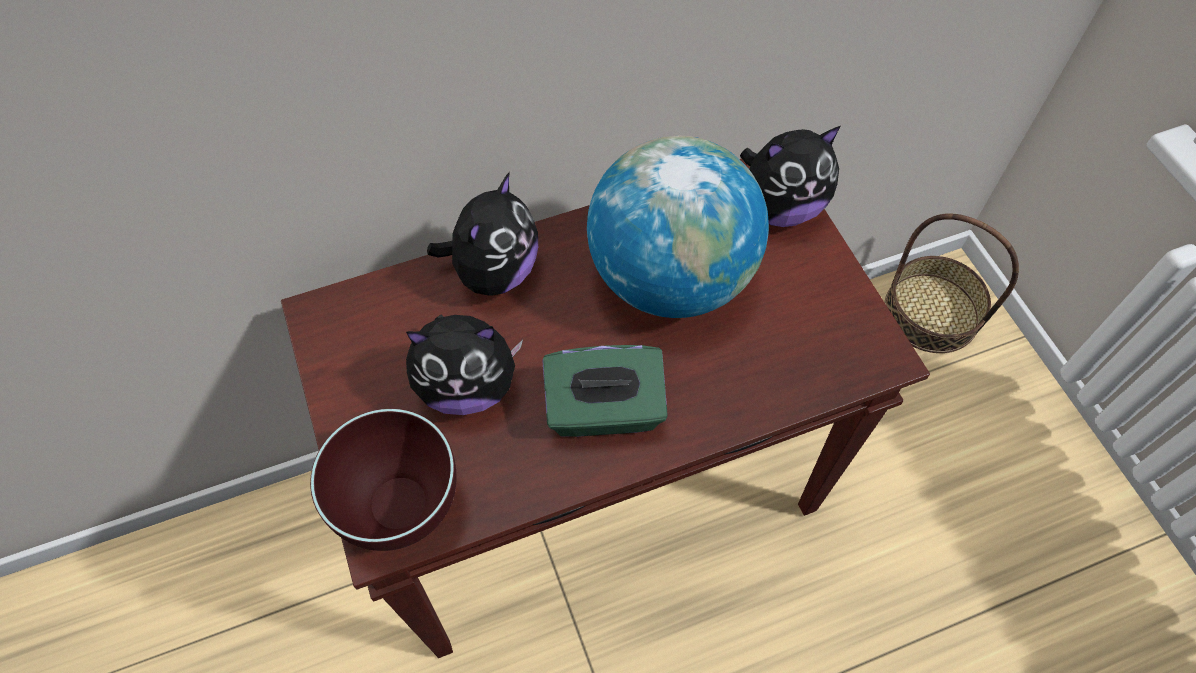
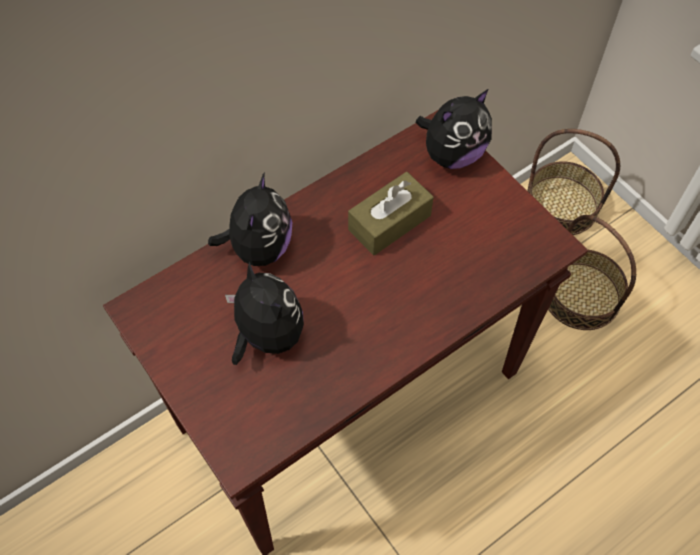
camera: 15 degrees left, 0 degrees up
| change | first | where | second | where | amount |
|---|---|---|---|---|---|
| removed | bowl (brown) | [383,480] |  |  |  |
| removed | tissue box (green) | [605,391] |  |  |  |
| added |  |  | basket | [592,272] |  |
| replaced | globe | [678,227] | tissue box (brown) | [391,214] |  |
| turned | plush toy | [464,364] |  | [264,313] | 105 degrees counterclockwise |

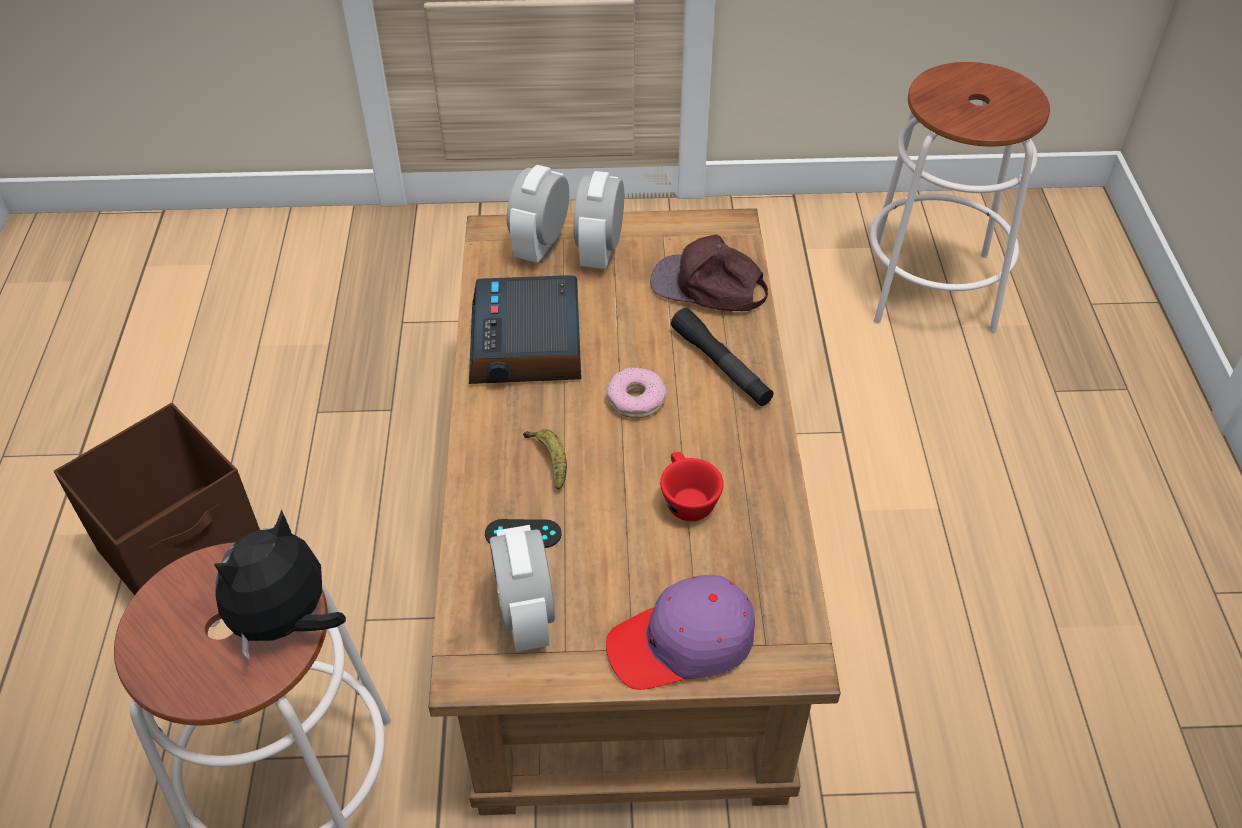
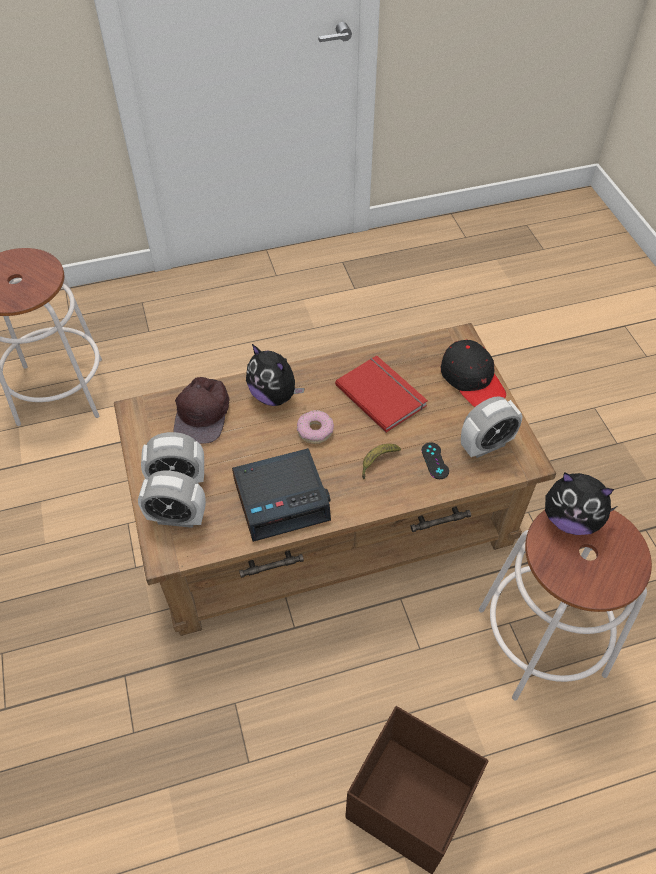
camera: 105 degrees left, 5 degrees up
| change | first | where | second | where | amount |
|---|---|---|---|---|---|
| replaced | cup (red) | [692,486] | book (red) | [381,394] |  |
| replaced | flashlight (black) | [722,357] | plush toy | [275,375] |  |
| recoloured | cap (purple) | [680,632] | cap (black) | [473,373] |  |

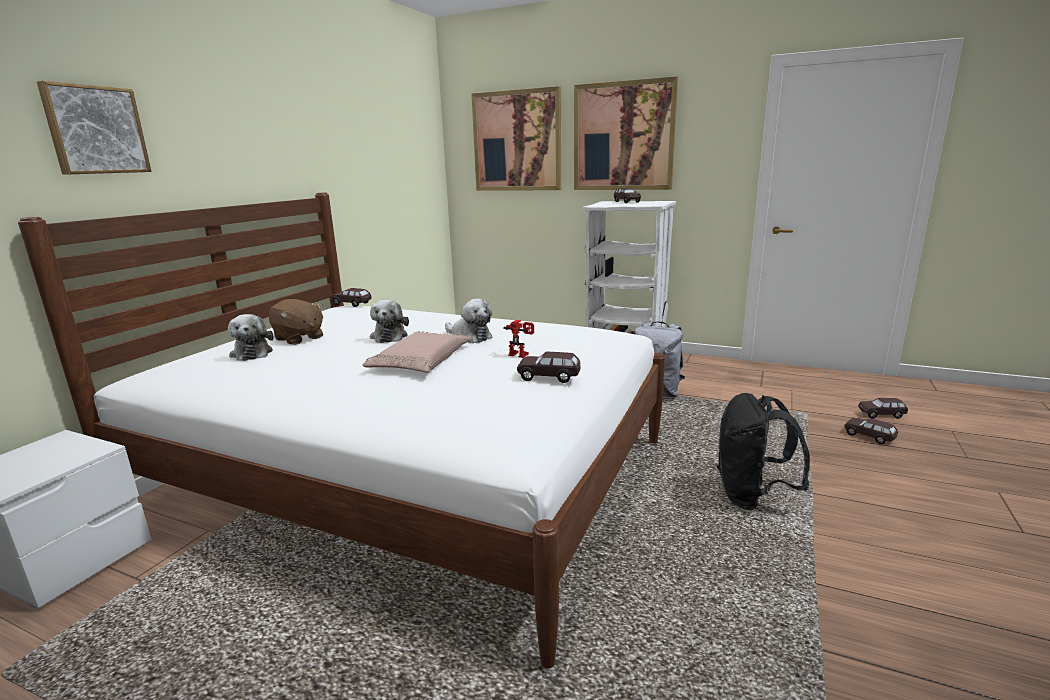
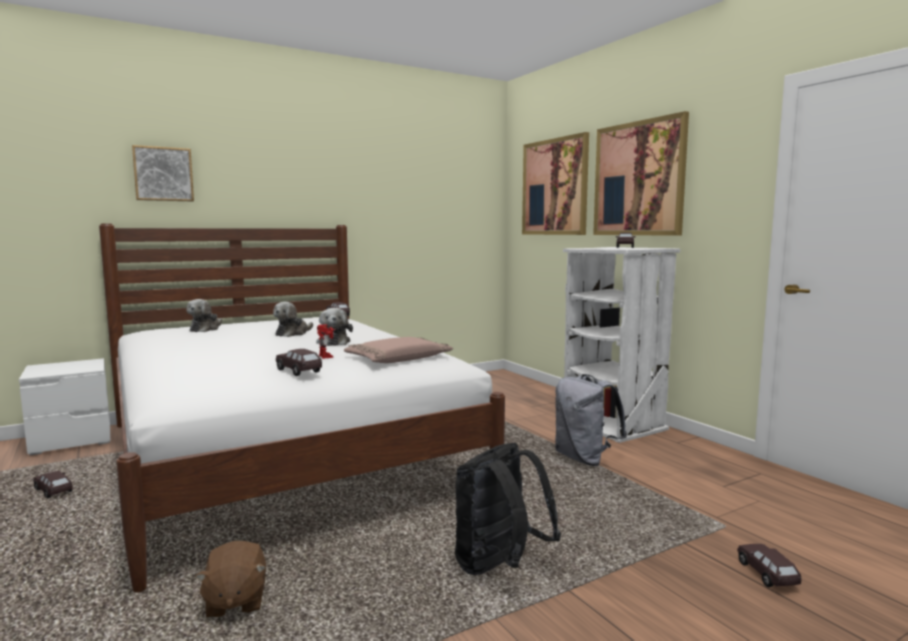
camera: 35 degrees right, 10 degrees down
| change | first | where | second | where | amount |
|---|---|---|---|---|---|
| moved | plush toy (brown) | [296,322] |  | [230,579] |  |
| moved | pillow (beige) | [417,352] |  | [398,350] |  |
| moved | toy car (brown) | [883,408] |  | [52,484] |  |

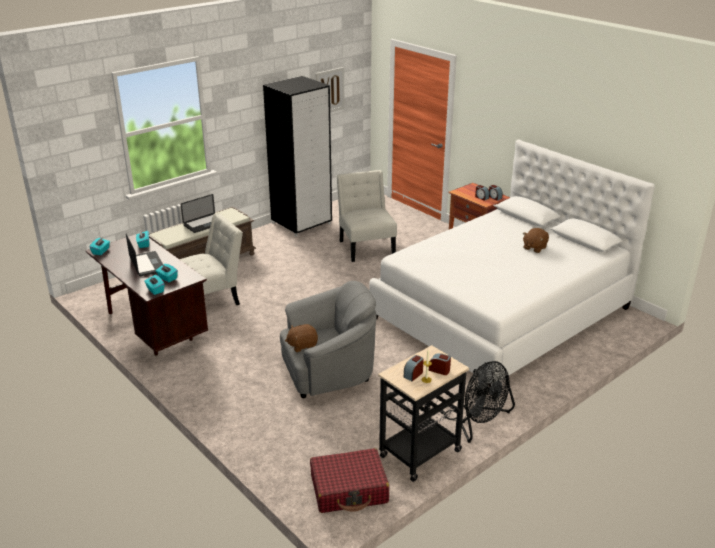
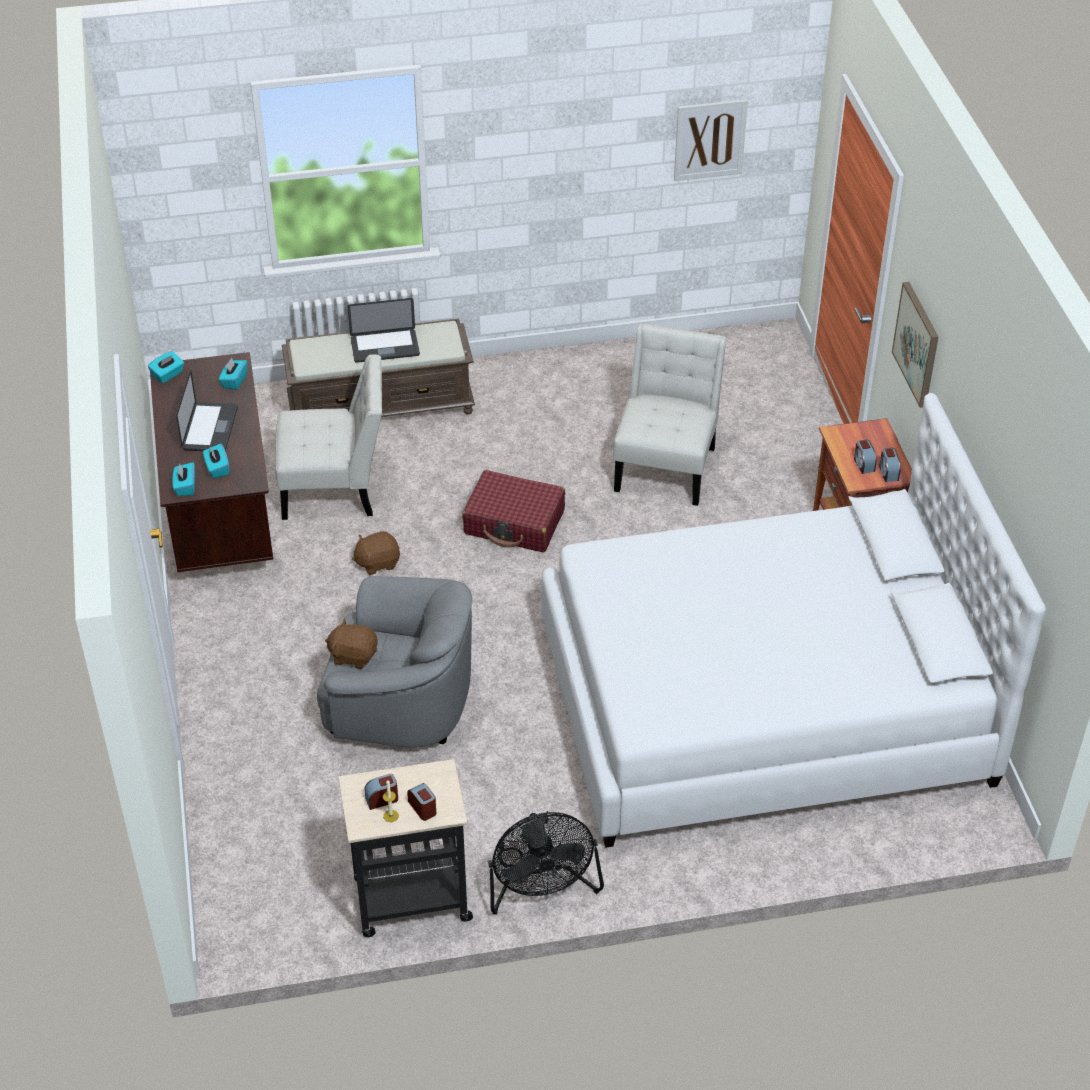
camera: 30 degrees right, 15 degrees up
| change | first | where | second | where | amount |
|---|---|---|---|---|---|
| removed | wardrobe | [297,156] |  |  |  |
| added |  |  | picture | [915,345] |  |
| moved | suitcase (red) | [349,480] |  | [513,511] |  |
| moved | plush toy (brown) | [536,240] |  | [376,553] |  |

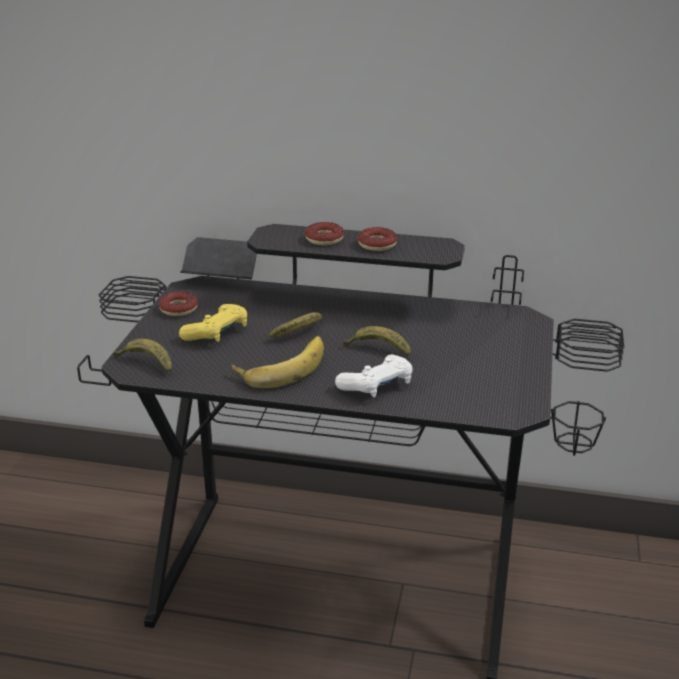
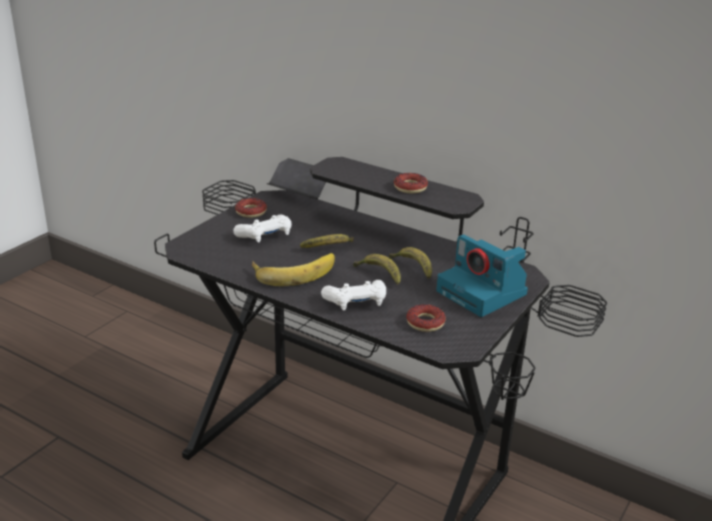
camera: 20 degrees right, 0 degrees up
| change | first | where | second | where | amount |
|---|---|---|---|---|---|
| added |  |  | photo camera | [482,275] |  |
| moved | banana | [142,355] |  | [410,263] |  |
| moved | donut | [324,233] |  | [426,318] |  |
| recoloured | game controller (yellow) | [213,323] | game controller (white) | [262,228] |  |

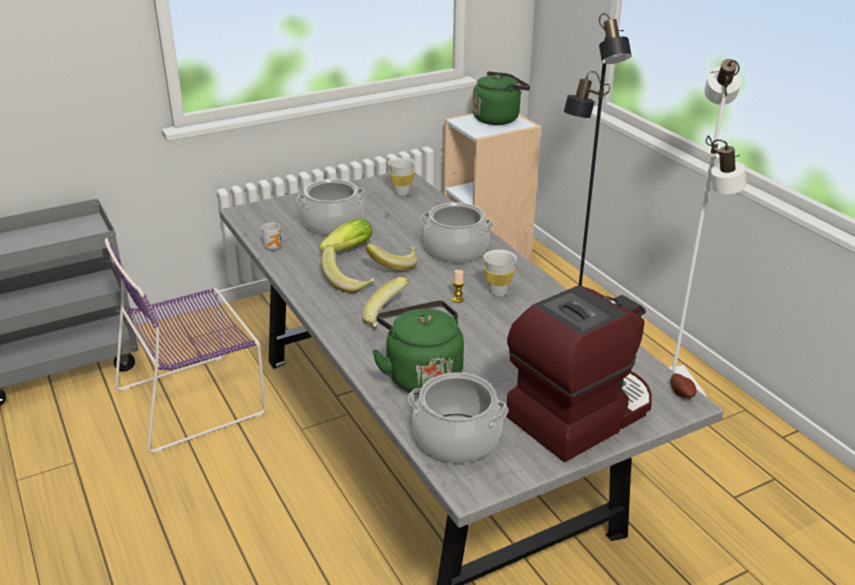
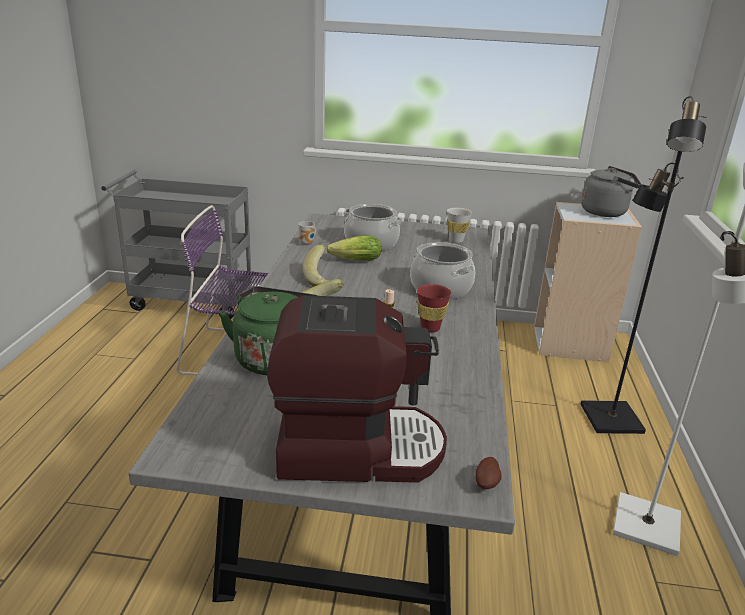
camera: 35 degrees right, 5 degrees down
| change | first | where | second | where | amount |
|---|---|---|---|---|---|
| removed | banana | [392,257] |  |  |  |
| removed | cooking pot | [458,417] |  |  |  |
| recoloured | kettle (green) | [501,98] | kettle (grey) | [611,191] |  |
| recoloured | cup (white) | [500,273] | cup (red) | [434,308] |  |

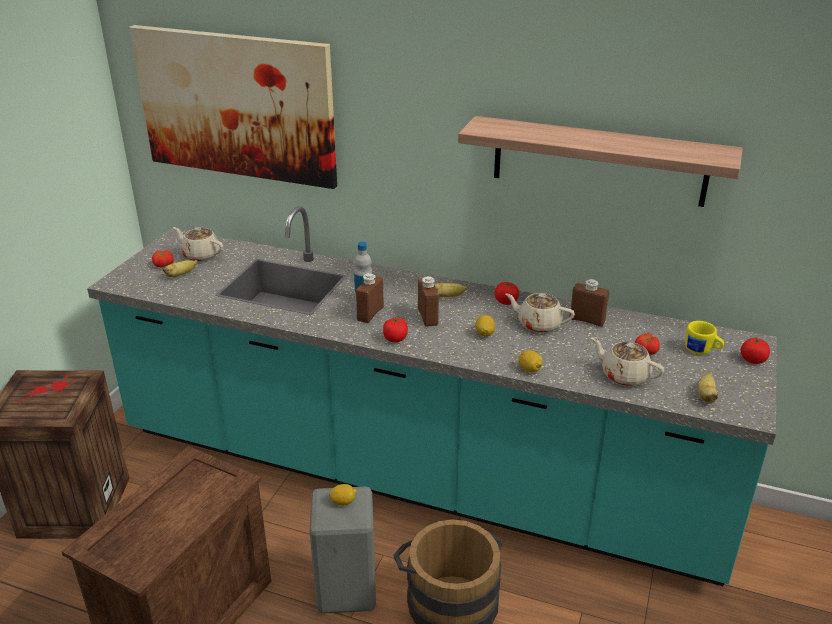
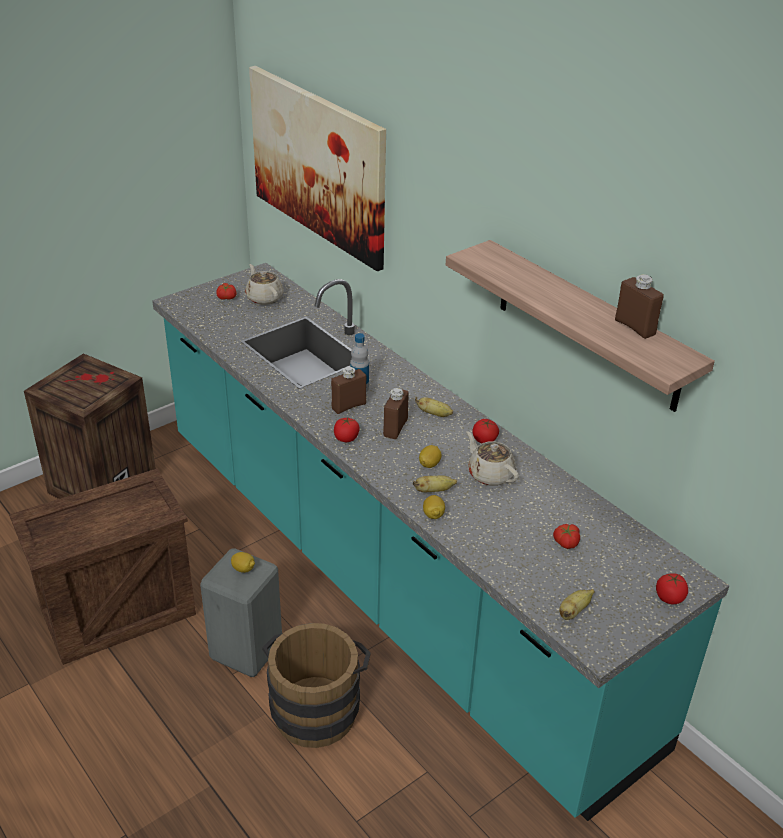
camera: 30 degrees right, 5 degrees up
| change | first | where | second | where | amount |
|---|---|---|---|---|---|
| removed | teapot (beige) | [627,361] |  |  |  |
| removed | mug (yellow) | [704,338] |  |  |  |
| moved | banana | [180,268] |  | [435,484] |  |
| moved | bottle (brown) | [589,303] |  | [639,306] |  |

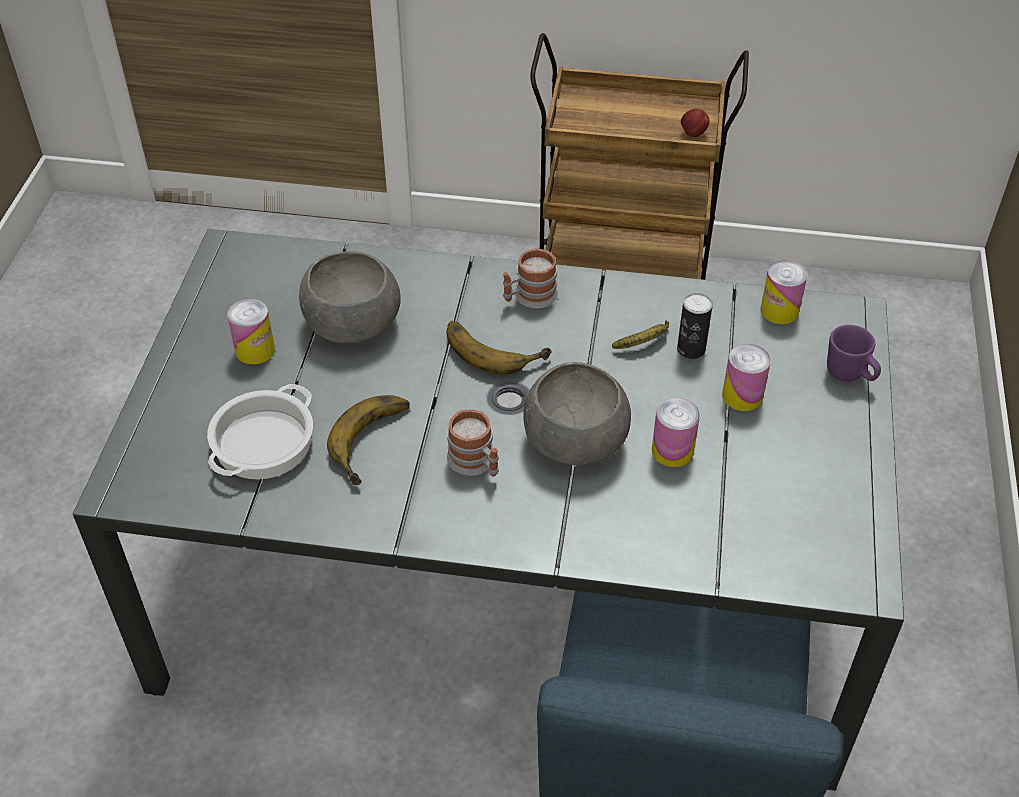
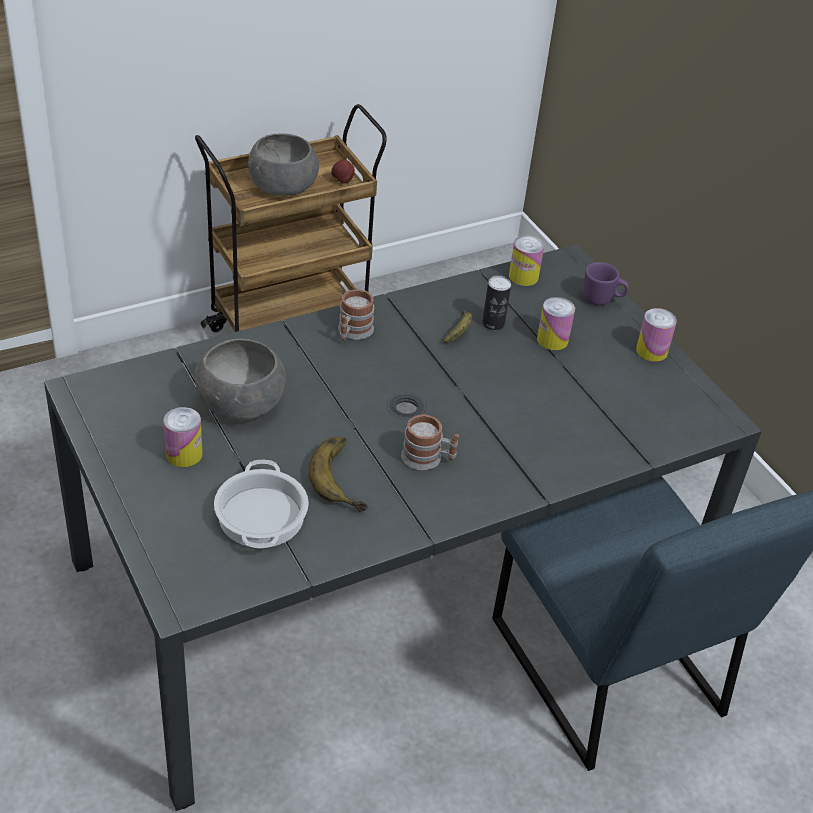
camera: 40 degrees left, 5 degrees down
| change | first | where | second | where | amount |
|---|---|---|---|---|---|
| removed | banana | [499,347] |  |  |  |
| moved | bowl (grey) | [577,413] |  | [283,164] |  |
| moved | can | [676,432] |  | [656,335] |  |

